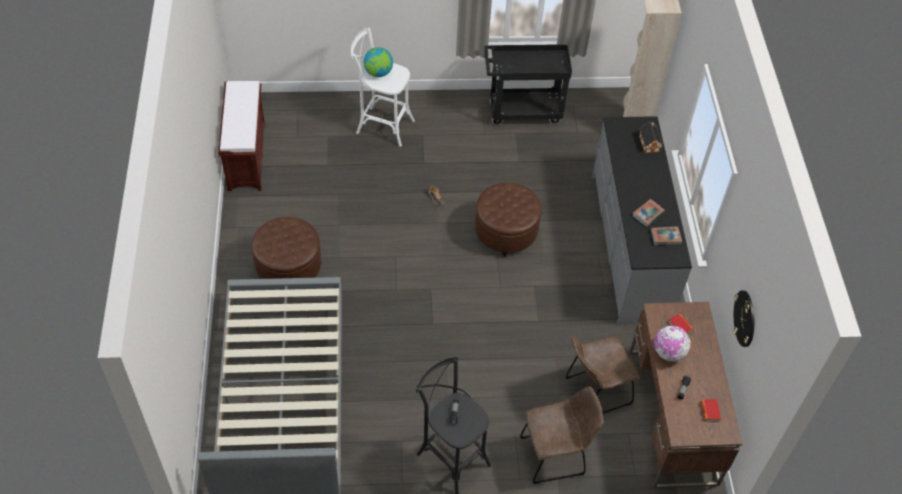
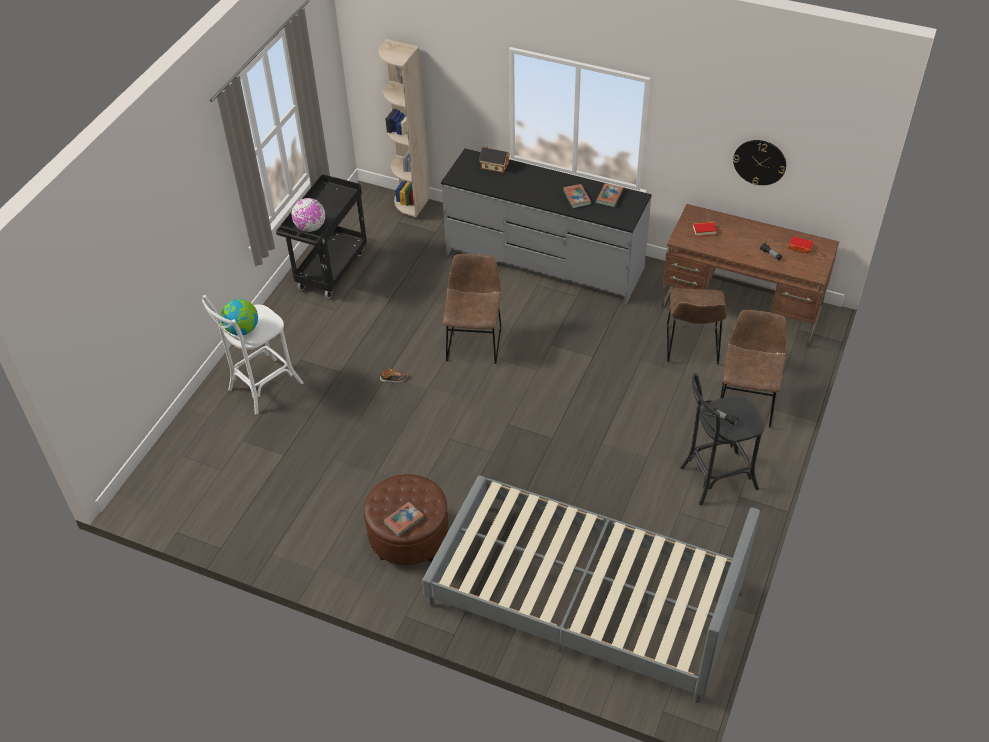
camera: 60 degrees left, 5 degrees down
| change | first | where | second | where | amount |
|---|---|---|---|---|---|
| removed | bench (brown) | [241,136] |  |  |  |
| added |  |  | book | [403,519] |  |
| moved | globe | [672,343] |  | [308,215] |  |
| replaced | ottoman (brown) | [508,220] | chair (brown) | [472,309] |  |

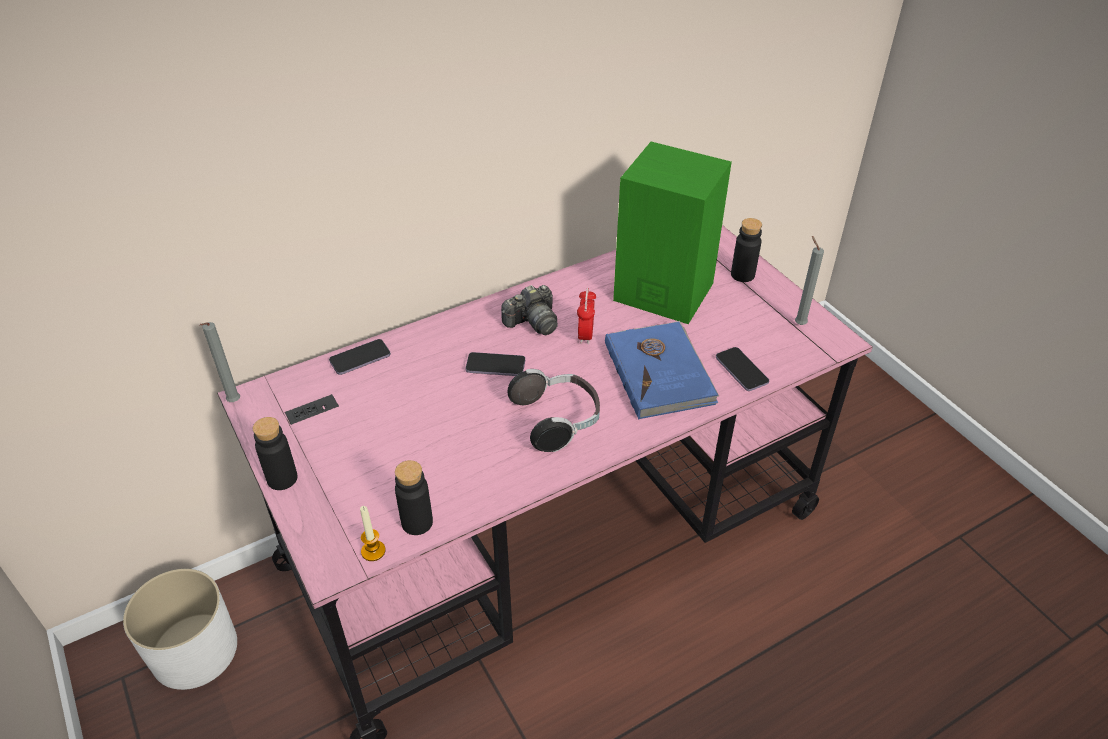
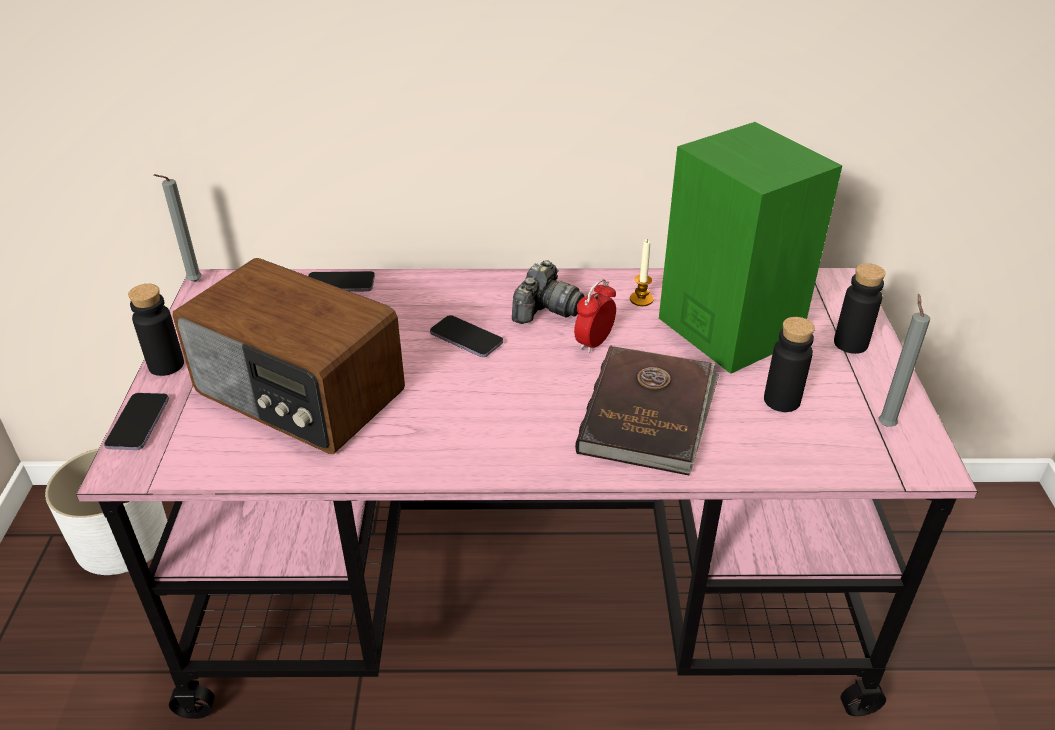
camera: 30 degrees right, 5 degrees down
| change | first | where | second | where | amount |
|---|---|---|---|---|---|
| removed | headphones | [553,410] |  |  |  |
| added |  |  | radio | [289,356] |  |
| moved | candle | [373,533] |  | [641,272] |  |
| moved | bottle (black) | [414,497] |  | [789,364] |  |
| moved | phone | [742,369] |  | [136,421] |  |
| recoloured | book (blue) | [662,370] | book (brown) | [647,410] |  |
| turned | photo camera | [529,310] |  | [548,292] | 60 degrees counterclockwise |

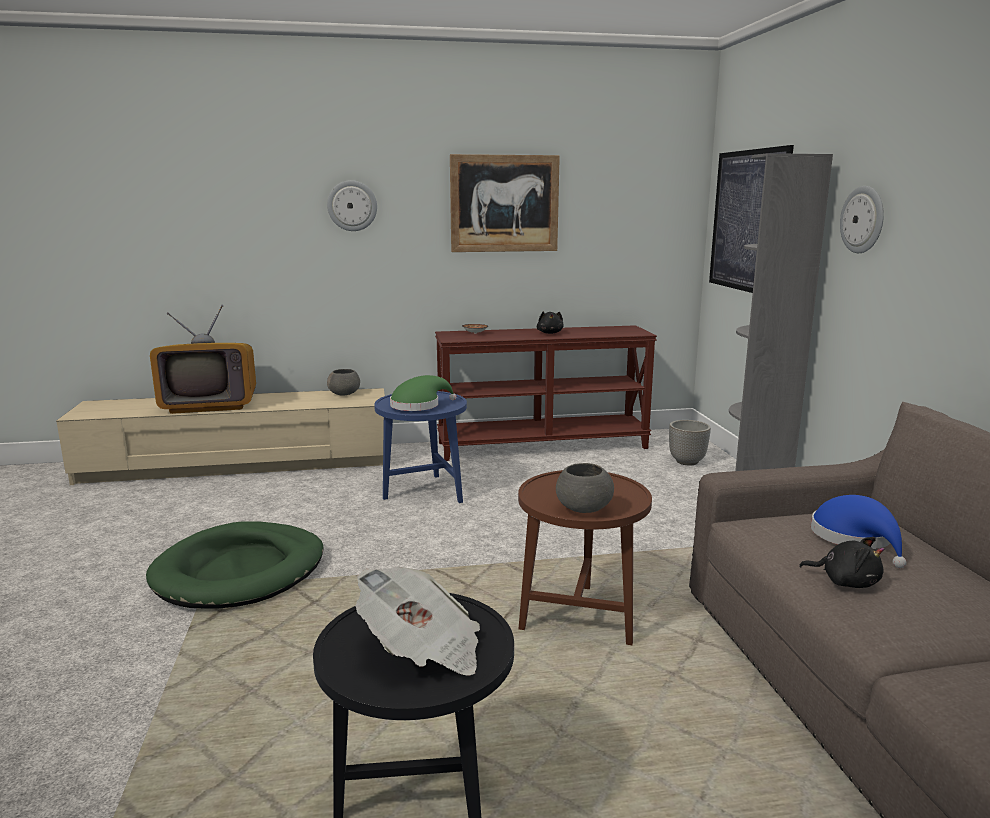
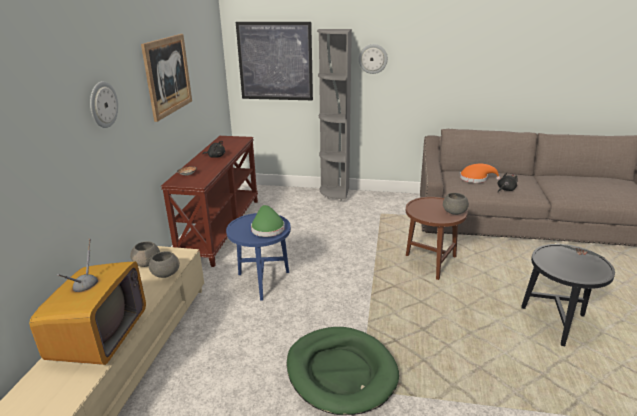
camera: 70 degrees left, 10 degrees up
| change | first | where | second | where | amount |
|---|---|---|---|---|---|
| removed | planter | [690,443] |  |  |  |
| added |  |  | bowl (grey) | [164,264] |  |
| recoloured | hat (blue) | [859,531] | hat (orange) | [480,173] |  |

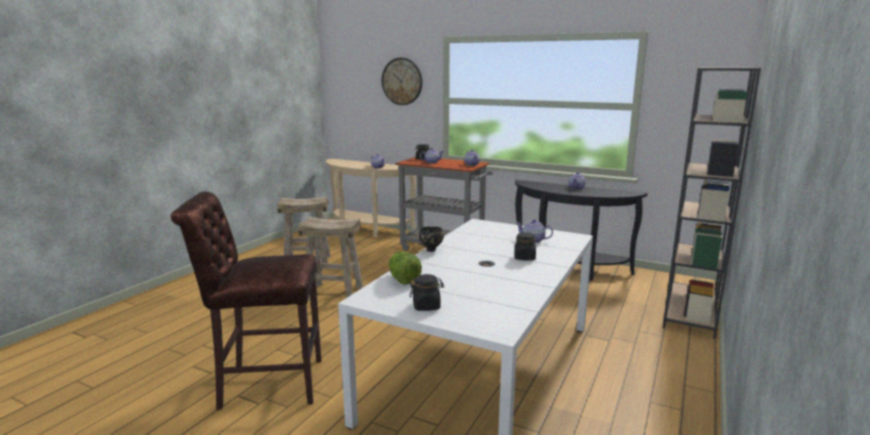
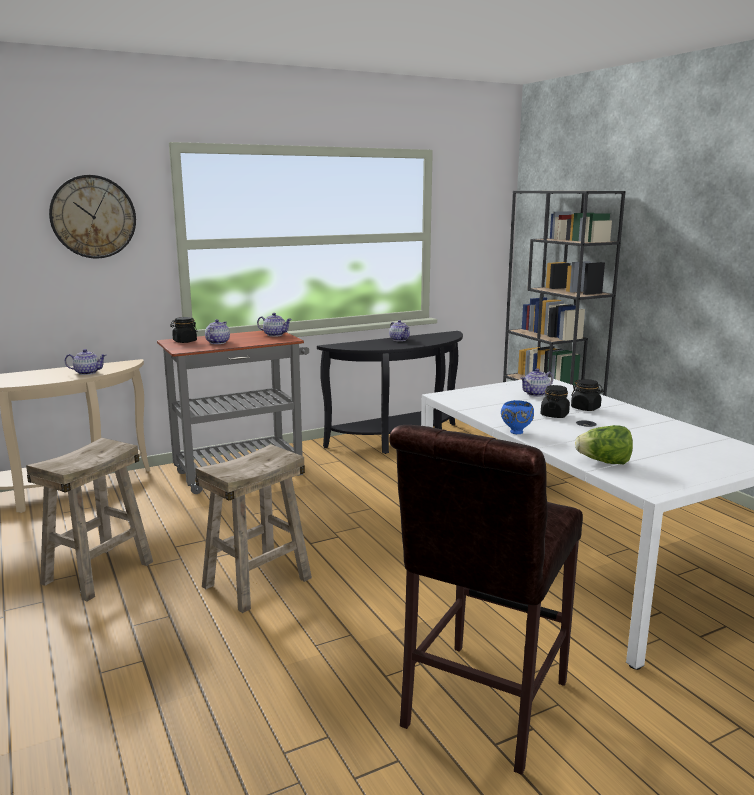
camera: 55 degrees left, 0 degrees up
| change | first | where | second | where | amount |
|---|---|---|---|---|---|
| moved | jar (black) | [427,292] |  | [555,401] |  |
| recoloured | bowl (black) | [431,239] | bowl (blue) | [517,417] |  |

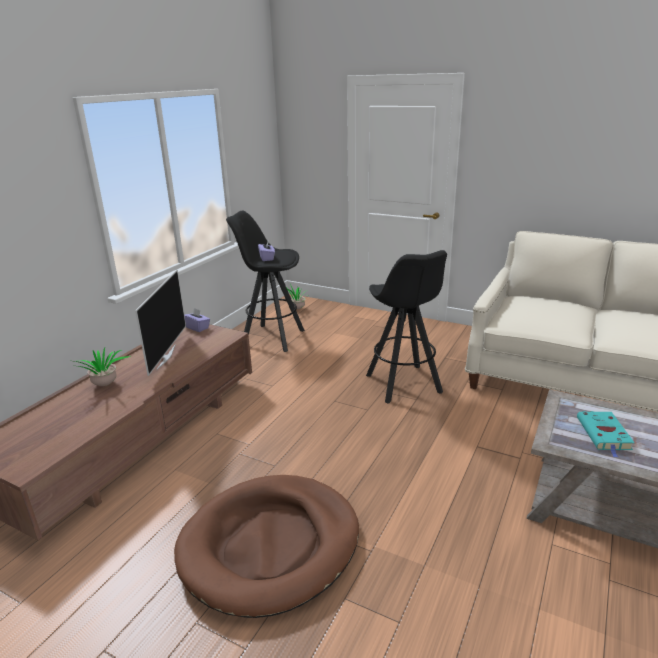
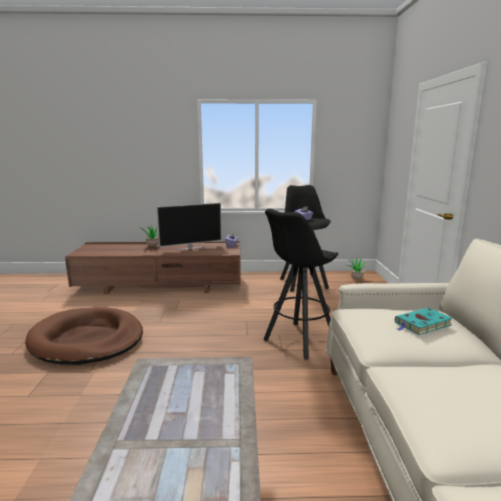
camera: 60 degrees right, 10 degrees down
| change | first | where | second | where | amount |
|---|---|---|---|---|---|
| moved | book (turquoise) | [606,434] |  | [424,321] |  |

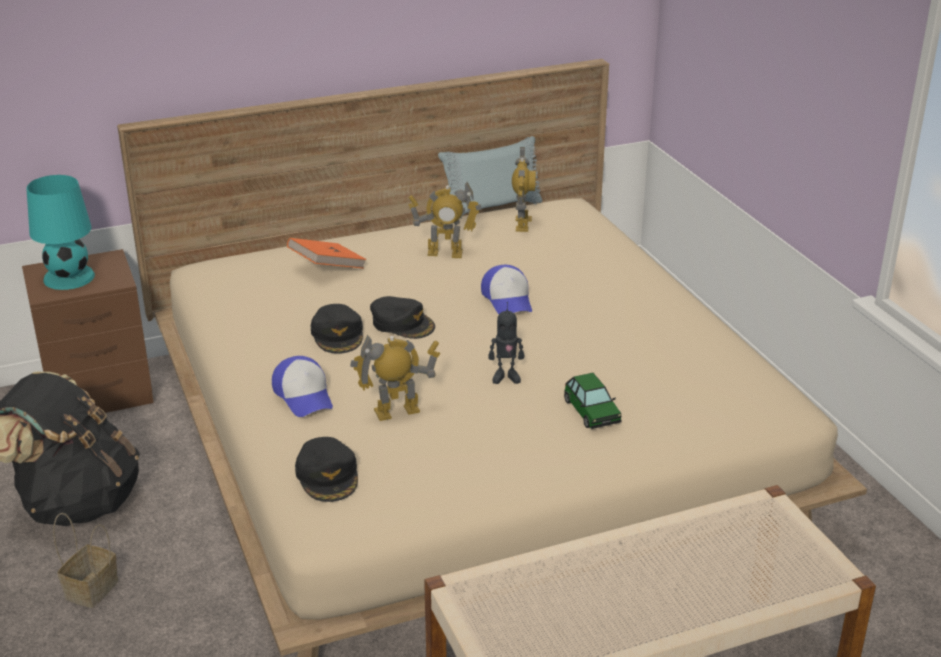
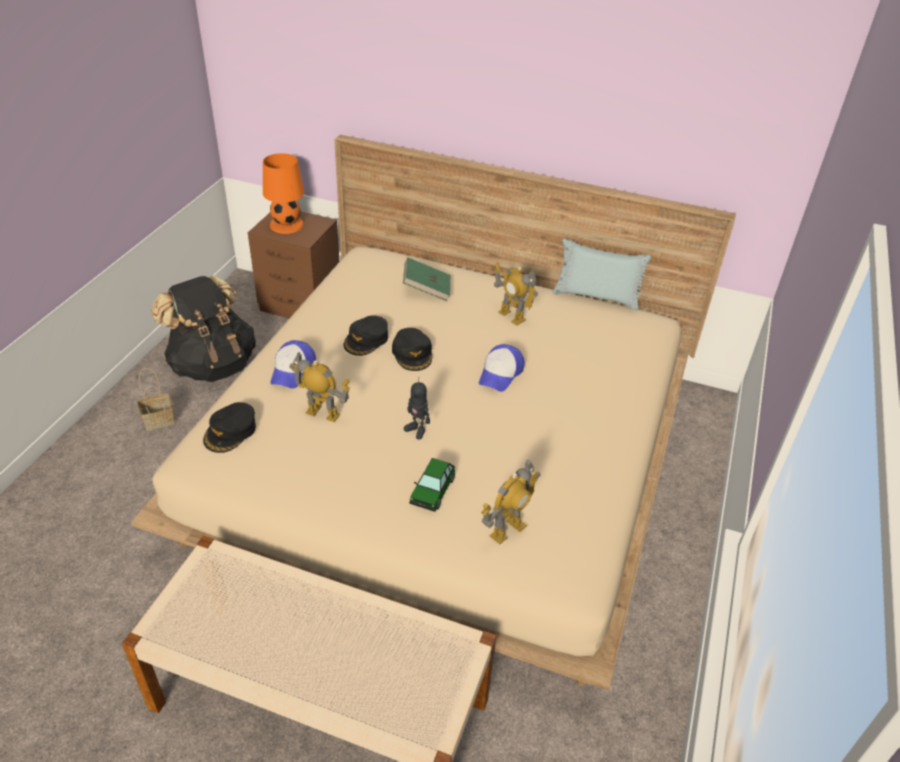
camera: 40 degrees right, 10 degrees up
| change | first | where | second | where | amount |
|---|---|---|---|---|---|
| moved | toy robot | [524,189] |  | [511,501] |  |
| recoloured | table lamp (turquoise) | [60,232] | table lamp (orange) | [283,193] |  |
| recoloured | book (orange) | [327,253] | book (green) | [426,279] |  |

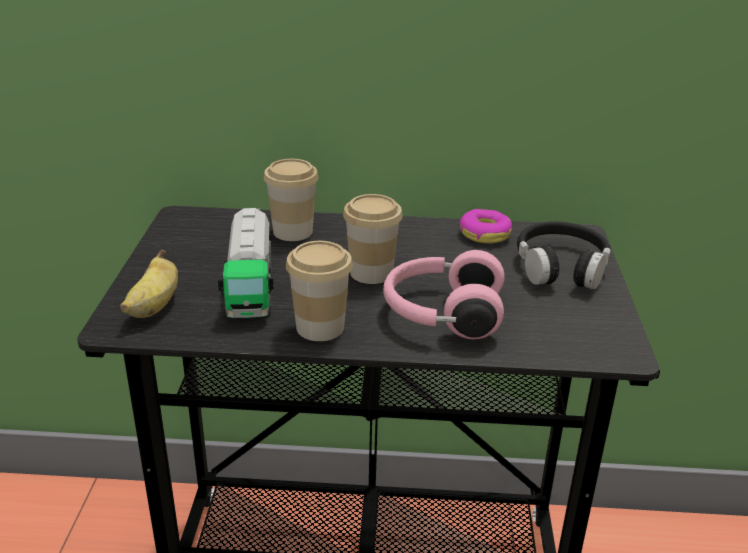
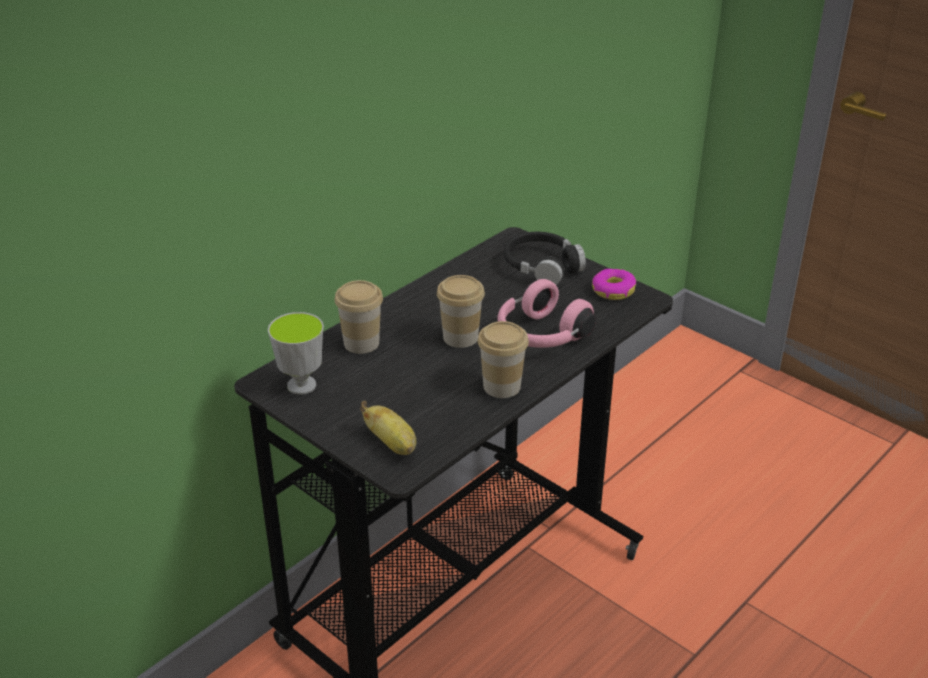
camera: 50 degrees left, 5 degrees up
| change | first | where | second | where | amount |
|---|---|---|---|---|---|
| removed | toy truck | [246,263] |  |  |  |
| added |  |  | cup | [296,353] |  |
| moved | donut | [486,226] |  | [614,284] |  |

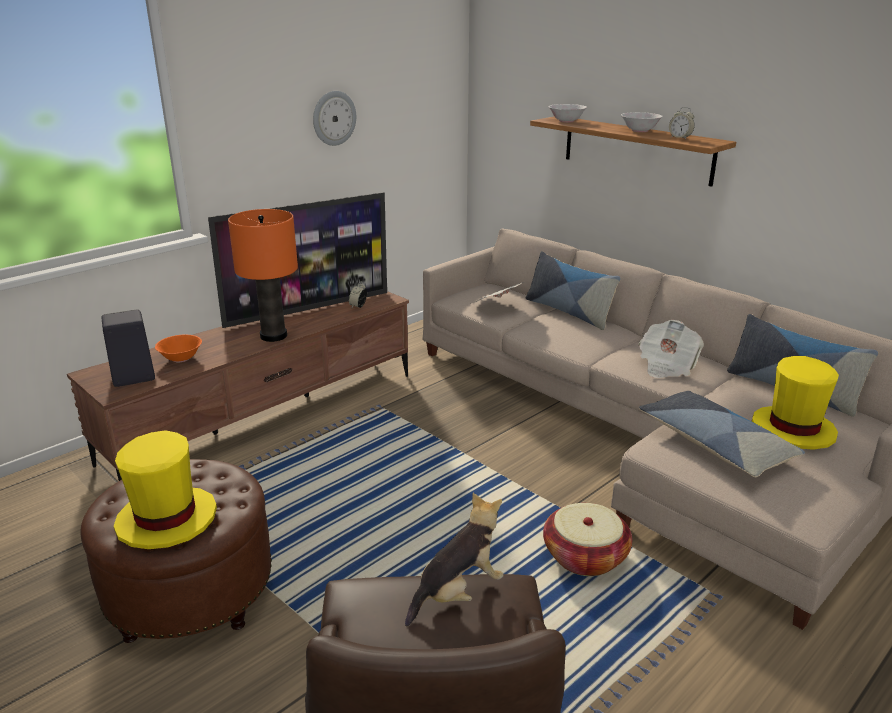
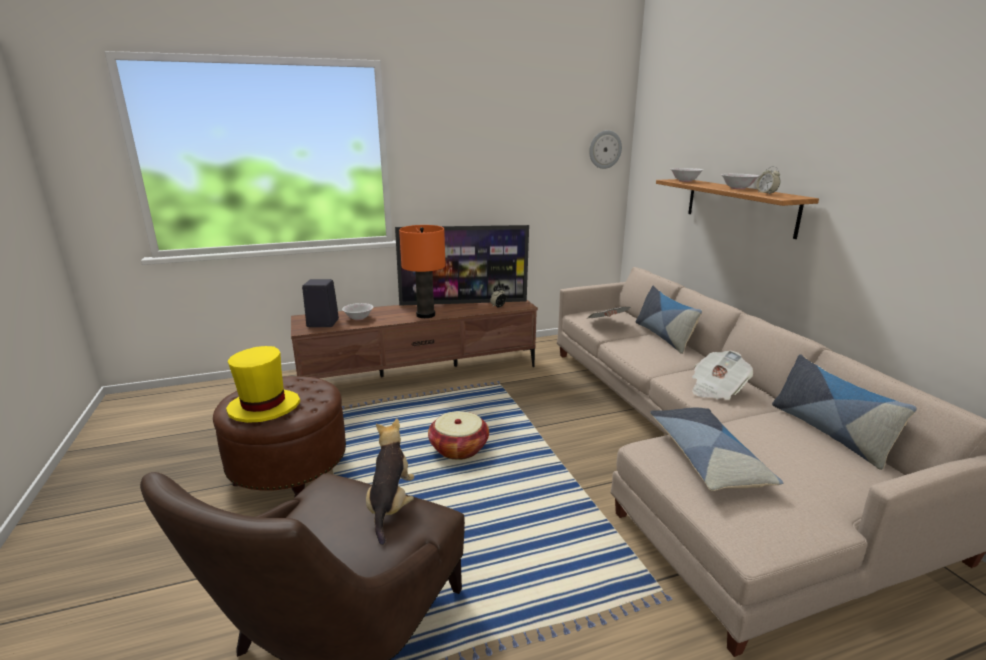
camera: 25 degrees right, 5 degrees down
| change | first | where | second | where | amount |
|---|---|---|---|---|---|
| removed | hat (yellow) | [795,403] |  |  |  |
| moved | wall clock | [334,118] |  | [605,149] |  |
| moved | basket | [587,539] |  | [458,435] |  |
| recoloured | bowl (orange) | [178,348] | bowl (white) | [357,311] |  |
| turned | plush toy | [454,560] |  | [390,482] | 75 degrees counterclockwise |

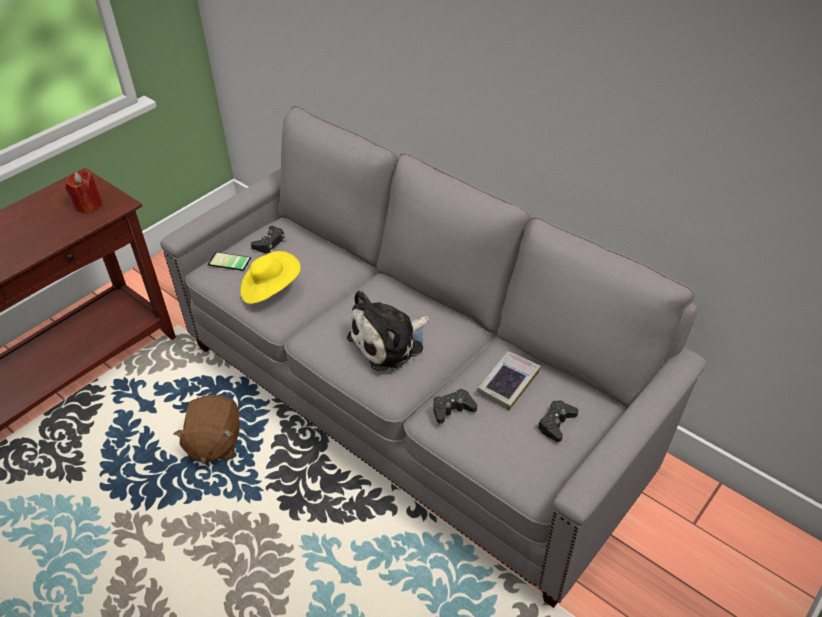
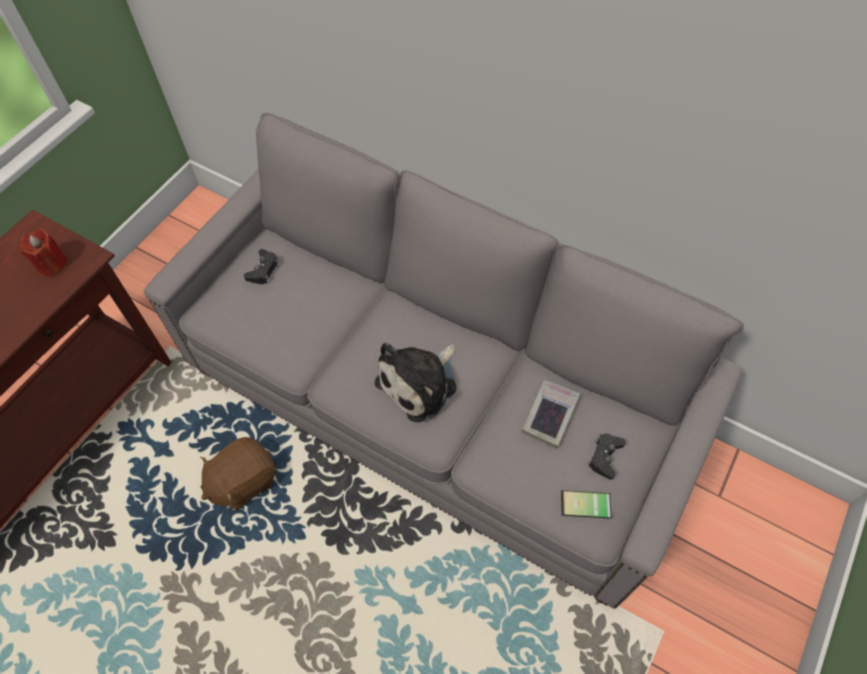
camera: 10 degrees left, 15 degrees up
| change | first | where | second | where | amount |
|---|---|---|---|---|---|
| removed | hat (yellow) | [270,277] |  |  |  |
| removed | game controller (black) | [455,406] |  |  |  |
| moved | phone | [229,261] |  | [586,504] |  |
| turned | plush toy (brown) | [206,429] |  | [237,474] | 60 degrees clockwise |

